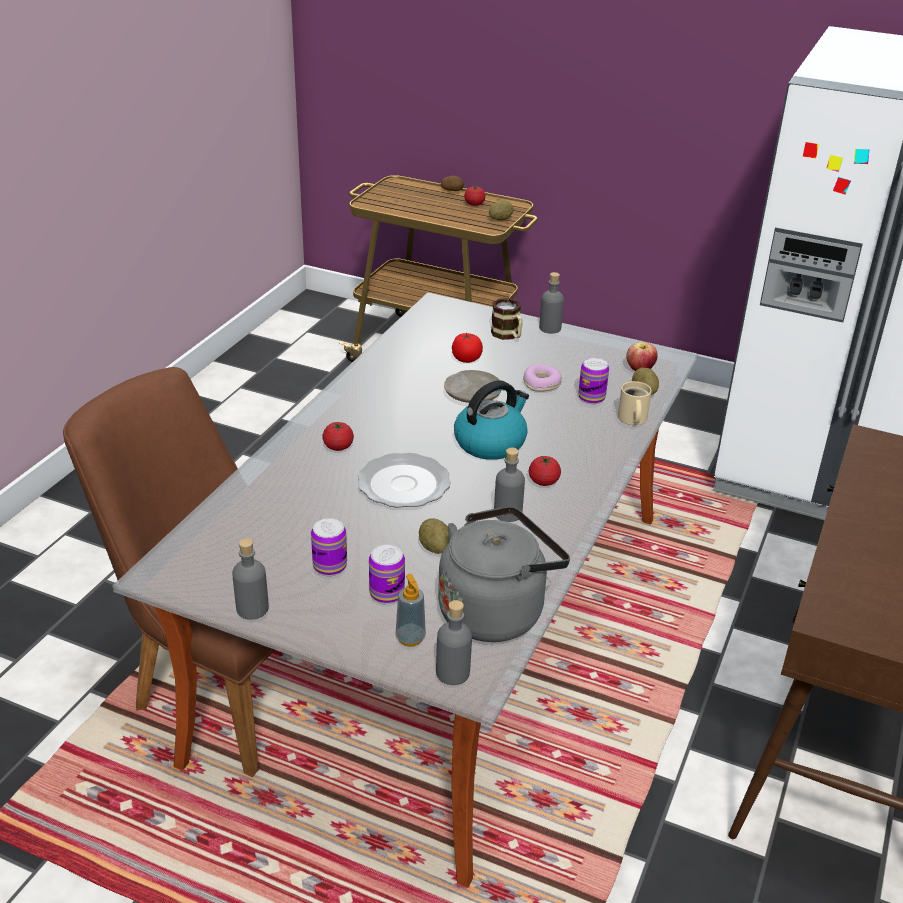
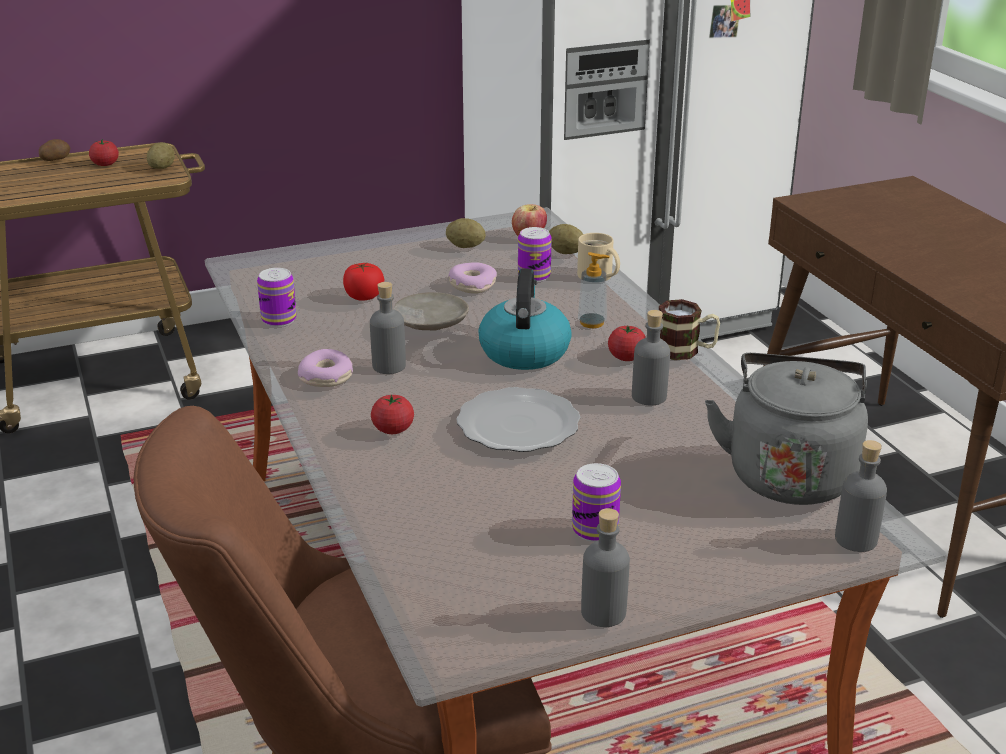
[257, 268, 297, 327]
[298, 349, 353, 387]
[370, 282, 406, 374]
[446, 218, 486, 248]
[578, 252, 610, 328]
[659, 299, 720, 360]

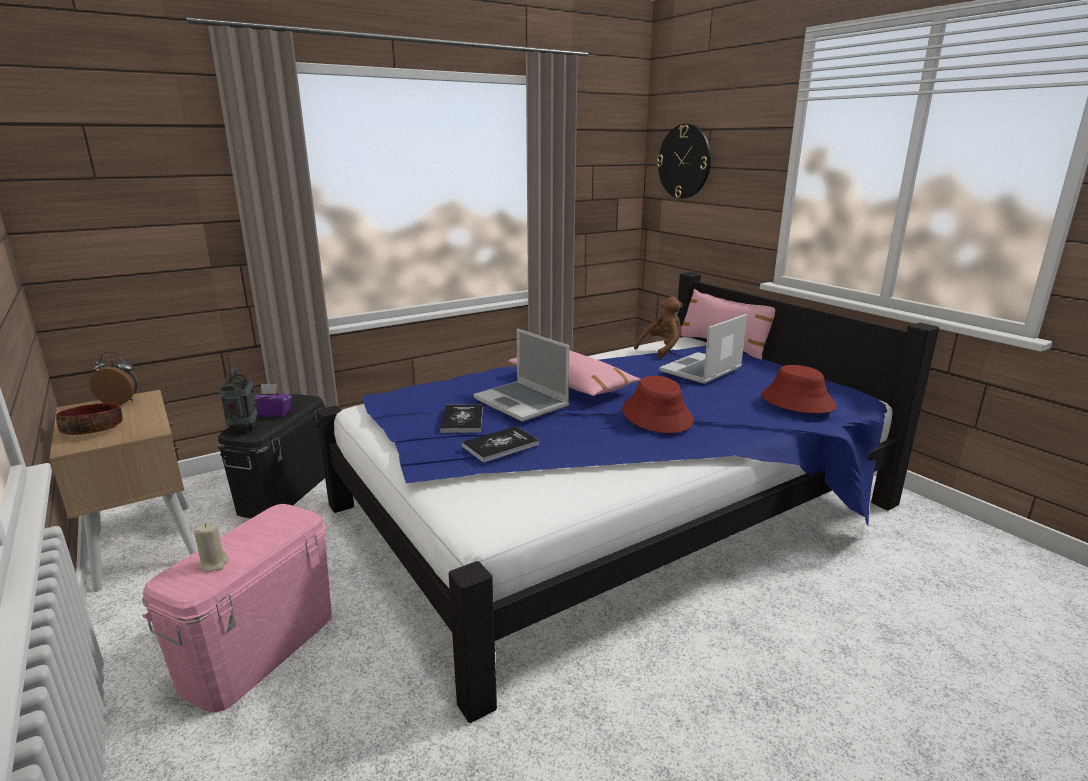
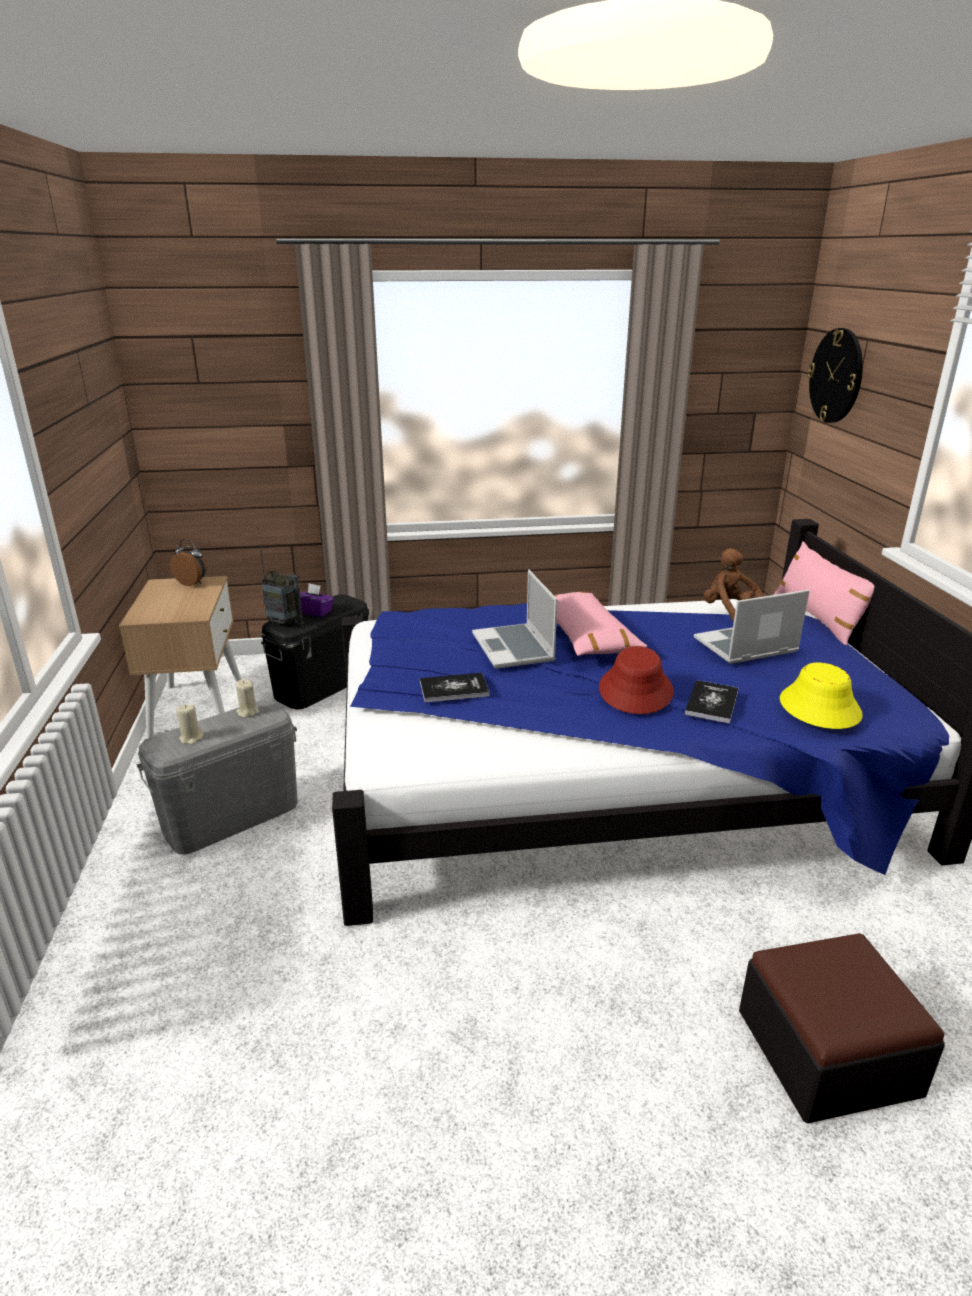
[136, 700, 298, 855]
[235, 679, 259, 718]
[260, 546, 304, 626]
[685, 680, 738, 723]
[704, 548, 764, 622]
[739, 933, 945, 1123]
[780, 662, 863, 729]
[56, 403, 123, 435] (first image)

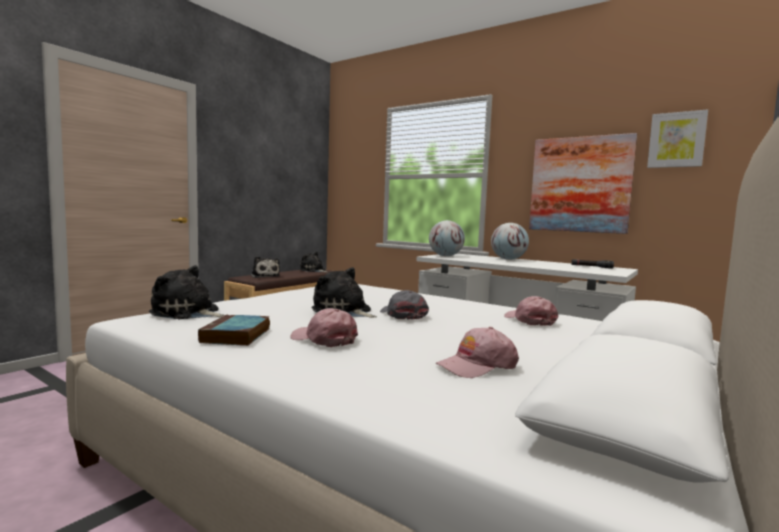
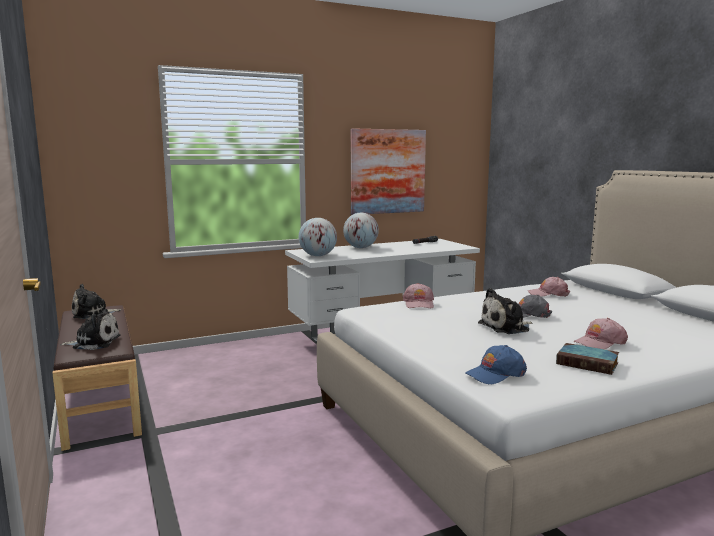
[403, 283, 434, 308]
[465, 345, 527, 384]
[647, 109, 708, 168] (first image)

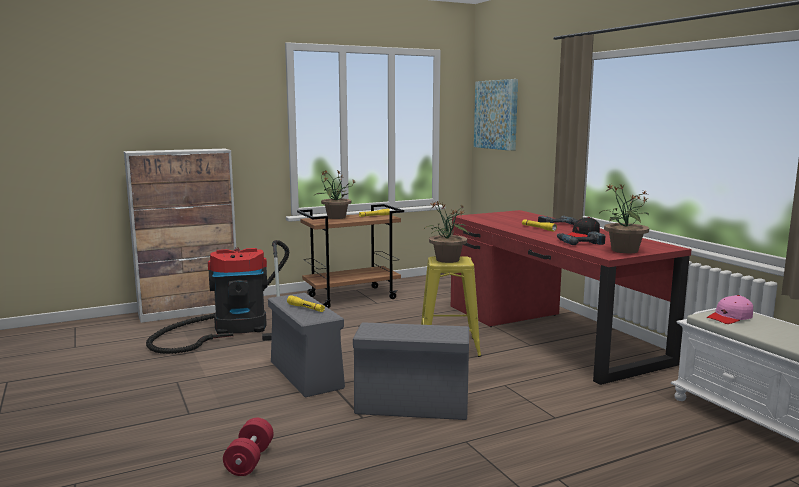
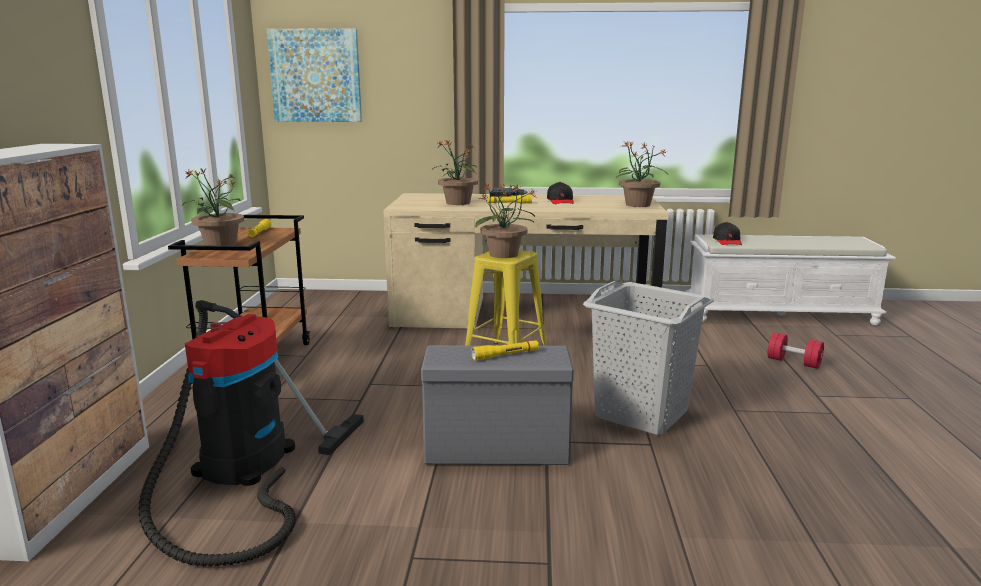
[384, 193, 669, 329]
[431, 140, 478, 205]
[583, 281, 714, 435]
[713, 222, 742, 245]
[767, 332, 824, 369]
[557, 231, 605, 245] (first image)

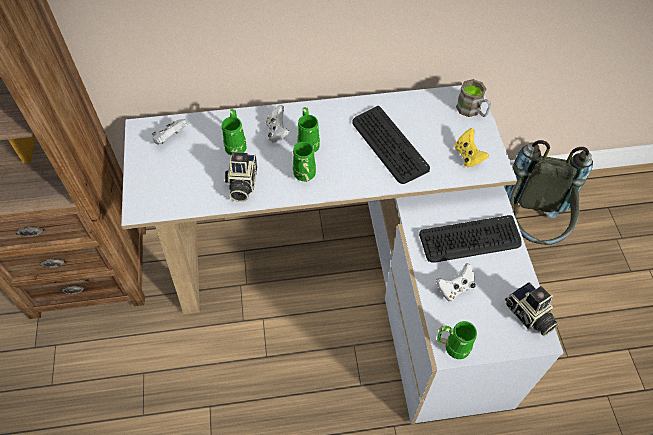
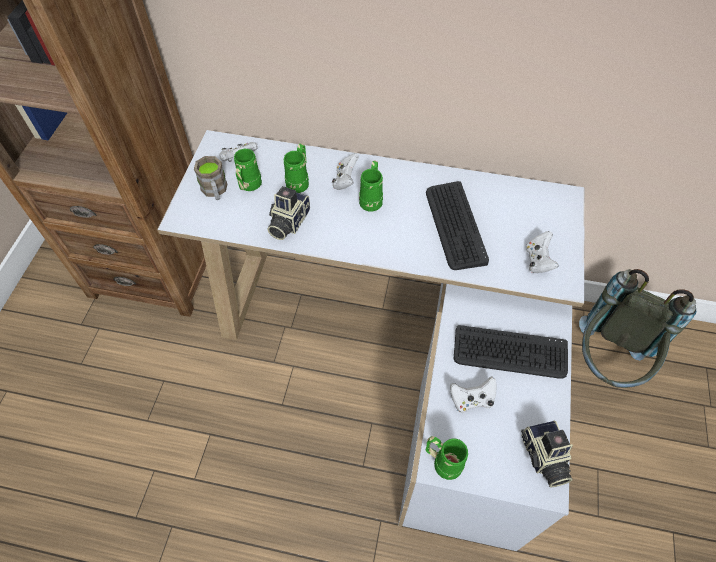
[194, 156, 228, 200]
[234, 149, 262, 191]
[526, 231, 559, 273]

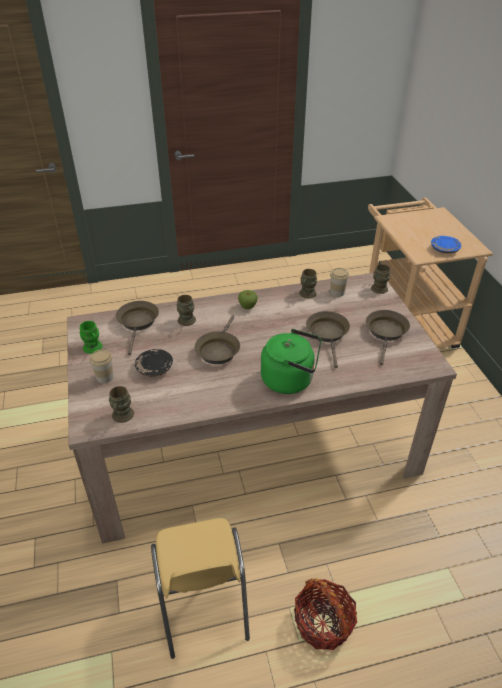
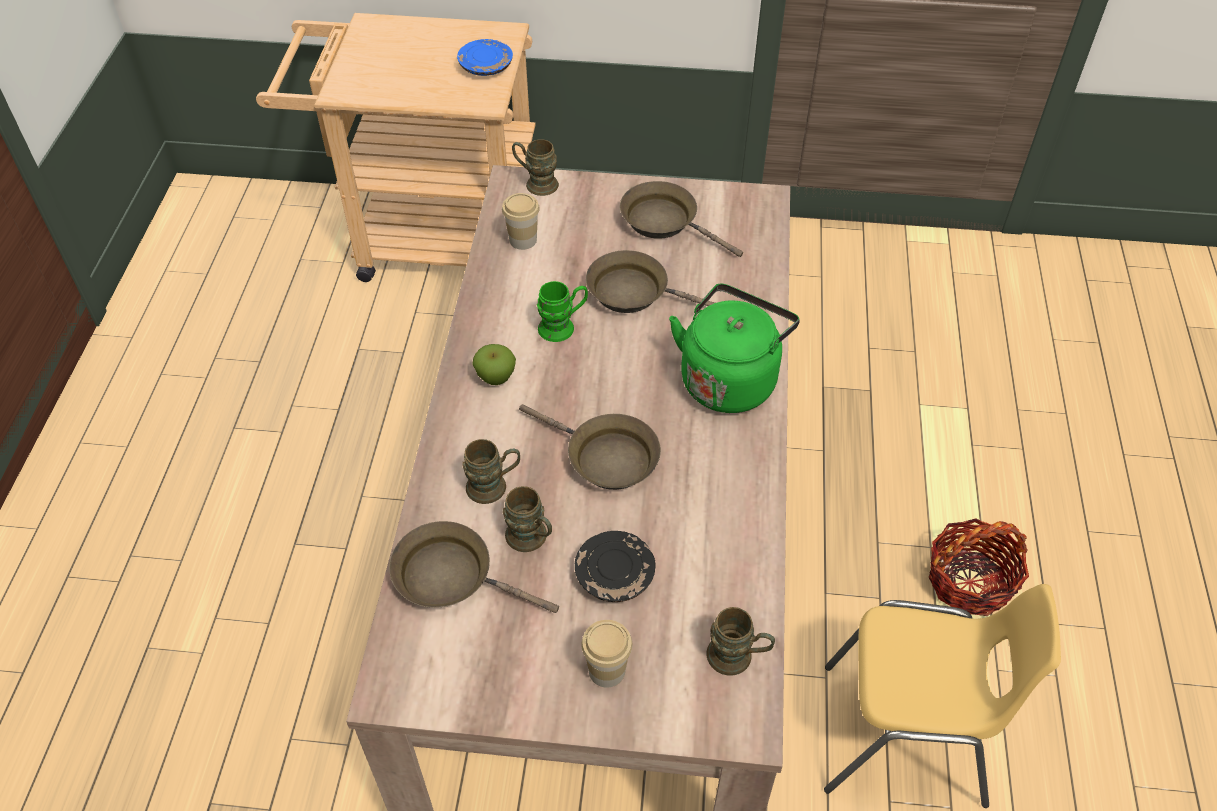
[503, 486, 552, 552]
[537, 281, 588, 342]

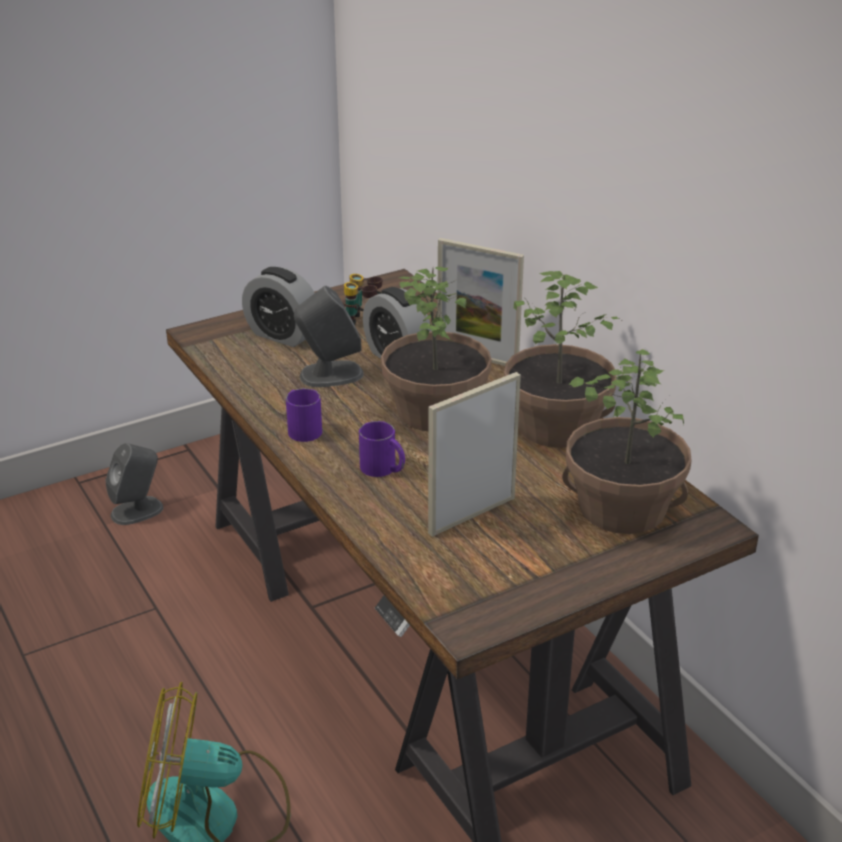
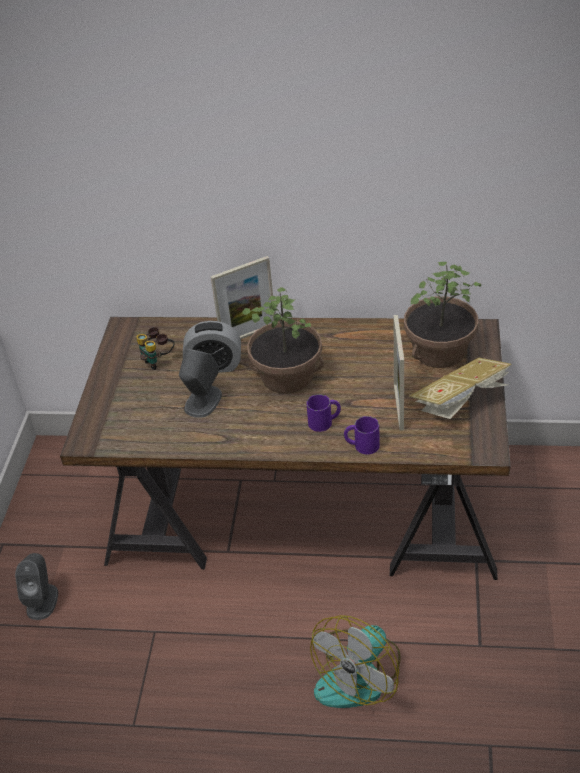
[344, 416, 380, 454]
[409, 358, 512, 419]
[242, 267, 314, 347] (first image)
[504, 271, 621, 448] (first image)

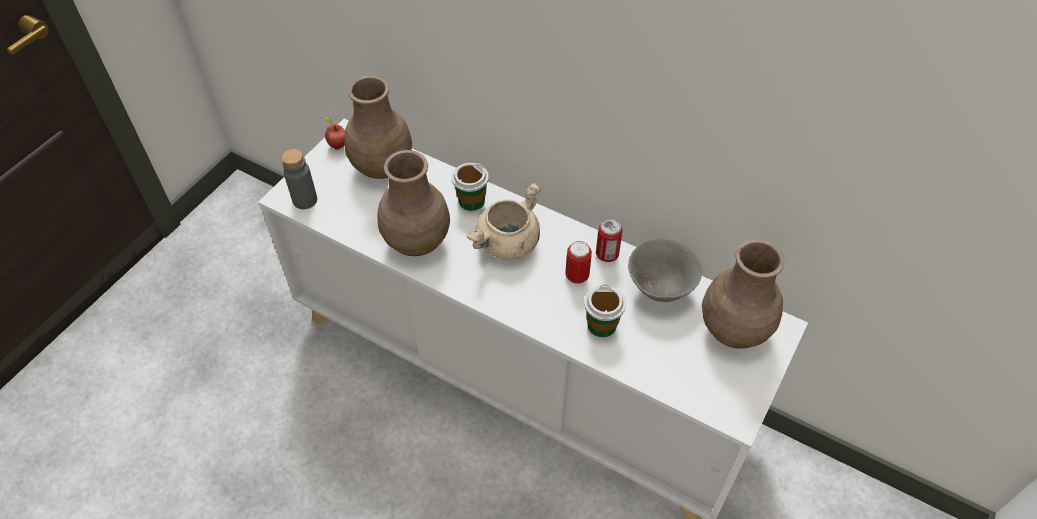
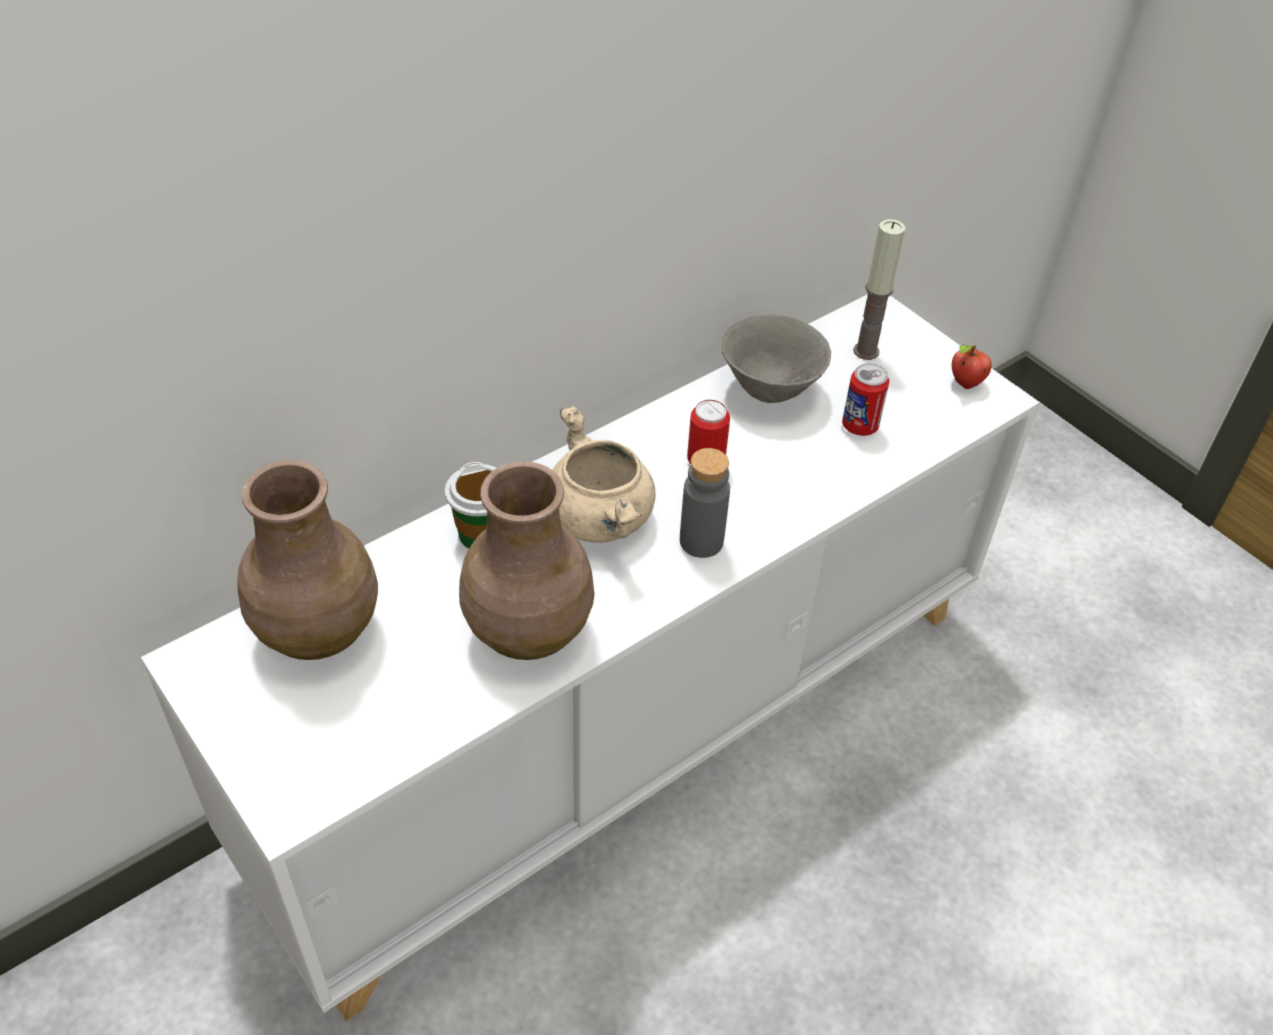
[680, 448, 730, 558]
[842, 363, 889, 436]
[853, 219, 905, 360]
[952, 345, 992, 389]
[584, 284, 626, 337] (first image)

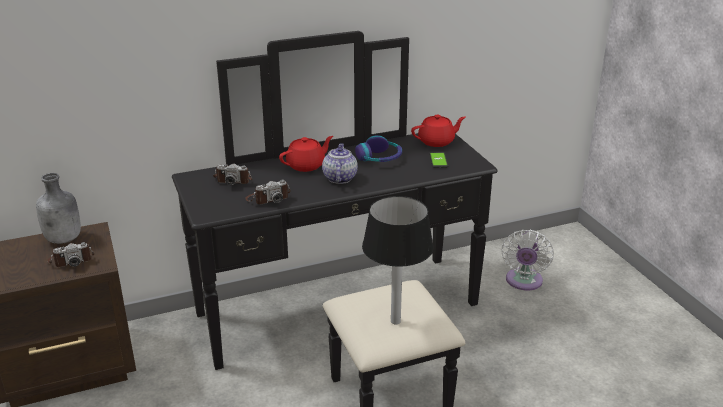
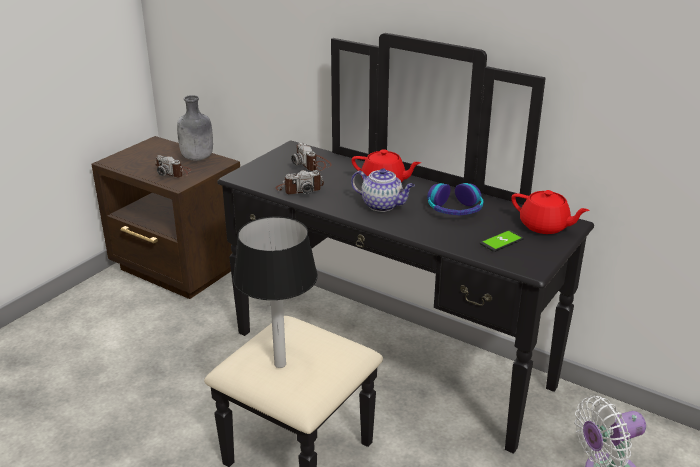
[275, 170, 324, 194]
[351, 168, 415, 212]

